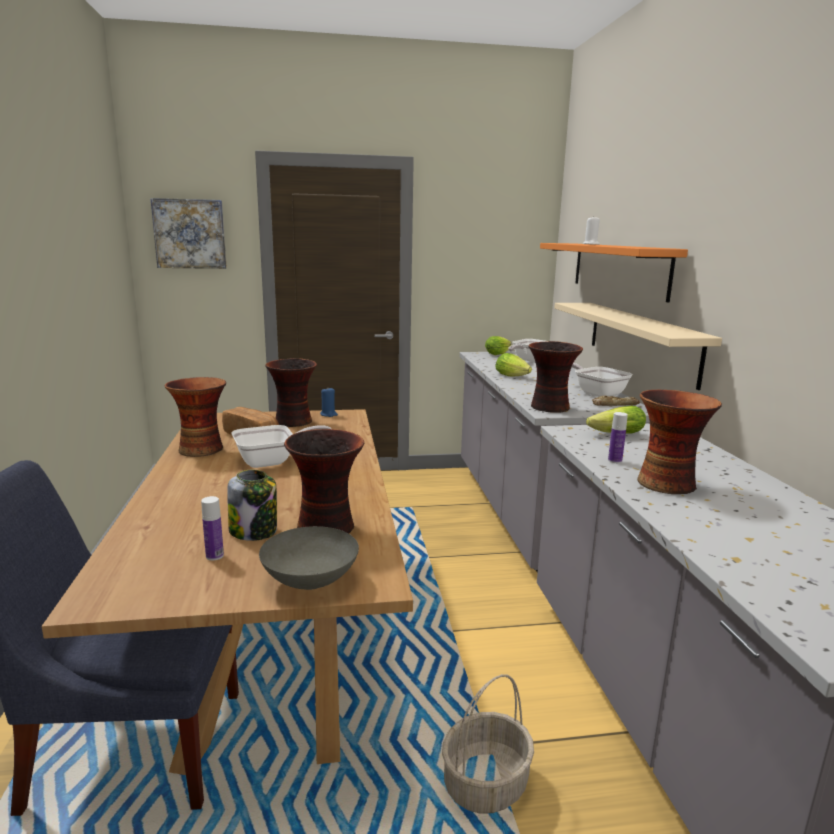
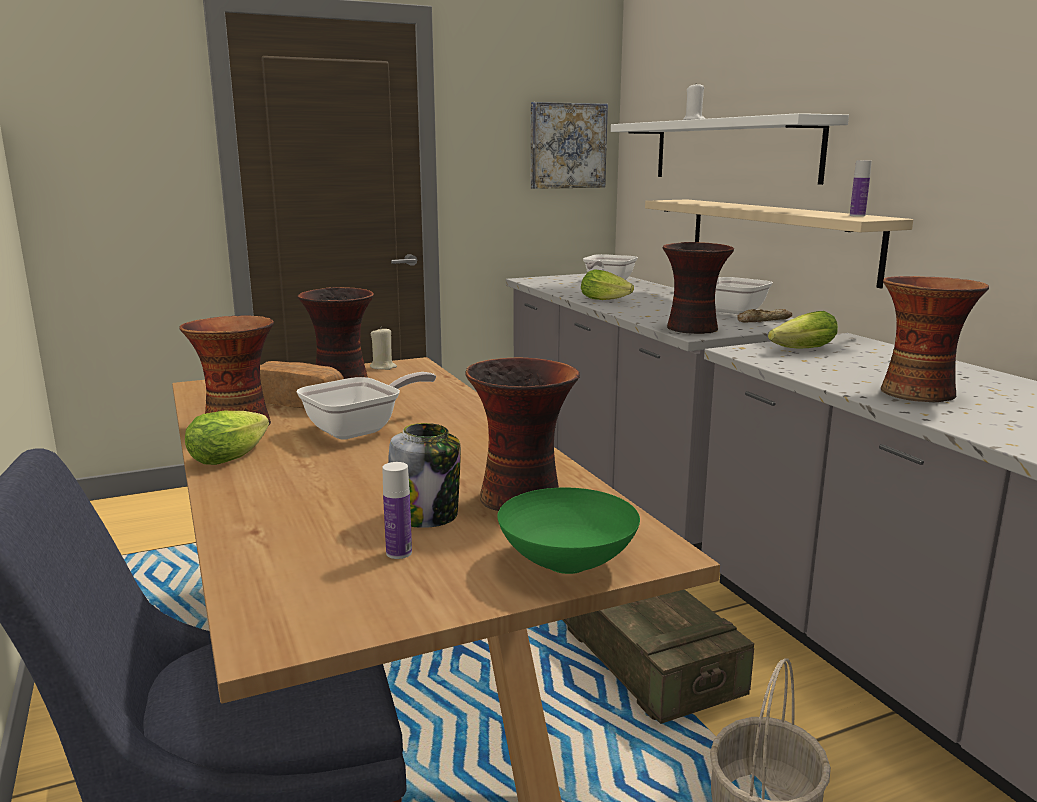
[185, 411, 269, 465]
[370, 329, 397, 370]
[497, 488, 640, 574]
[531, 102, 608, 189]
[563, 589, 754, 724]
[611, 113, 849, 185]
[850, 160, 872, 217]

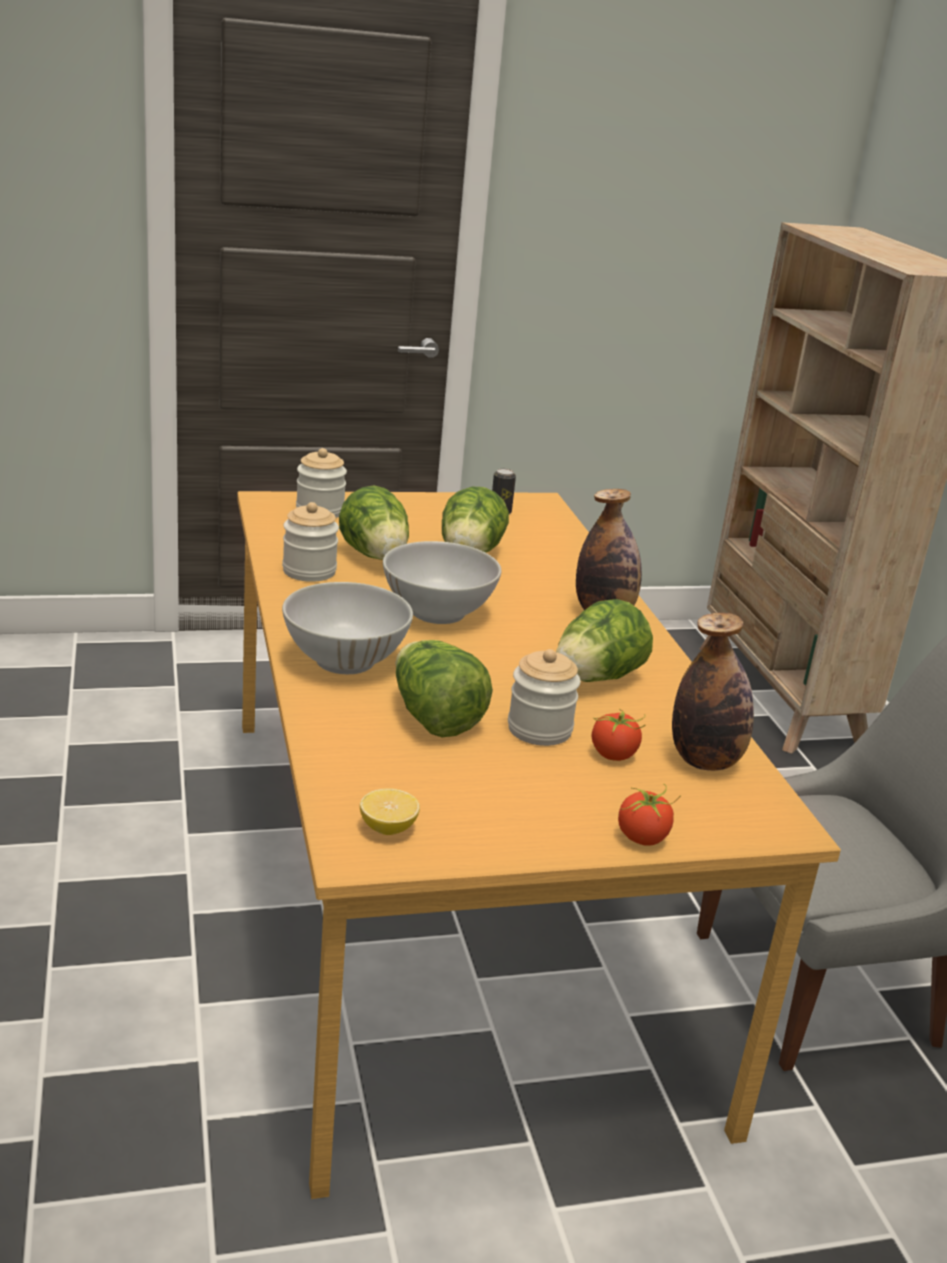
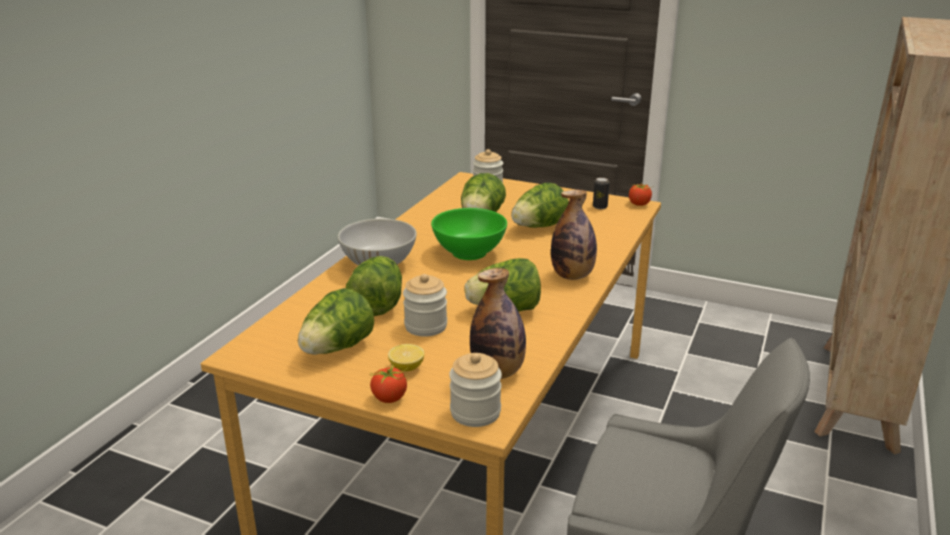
[298, 288, 374, 355]
[388, 344, 424, 371]
[431, 208, 507, 260]
[449, 353, 502, 427]
[629, 184, 654, 206]

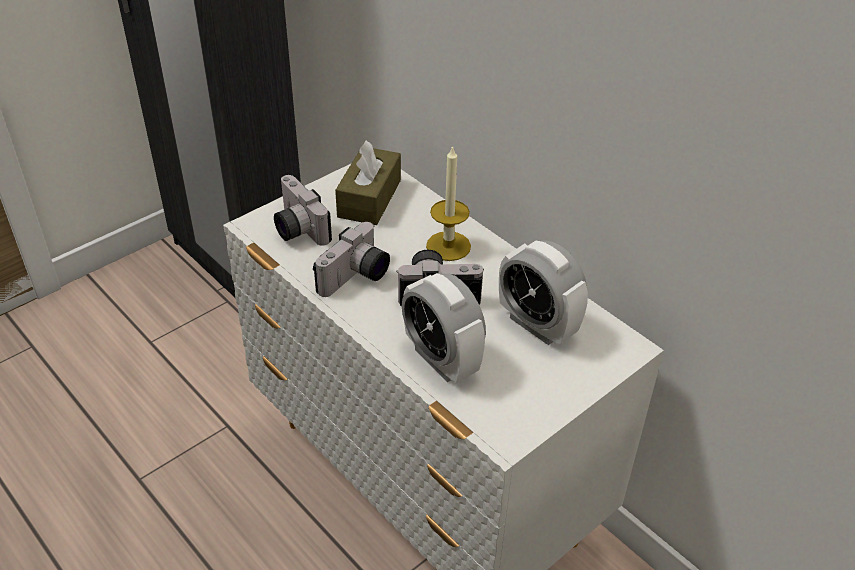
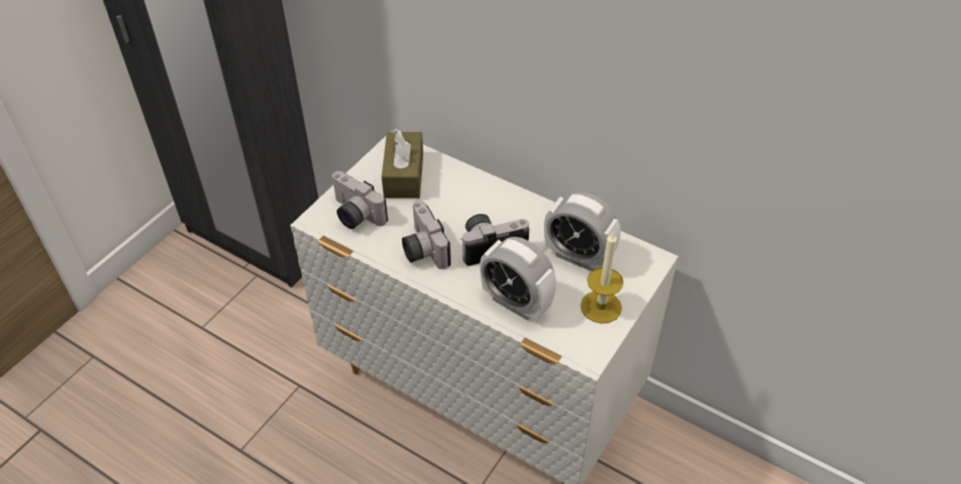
[402, 200, 451, 269]
[581, 232, 624, 324]

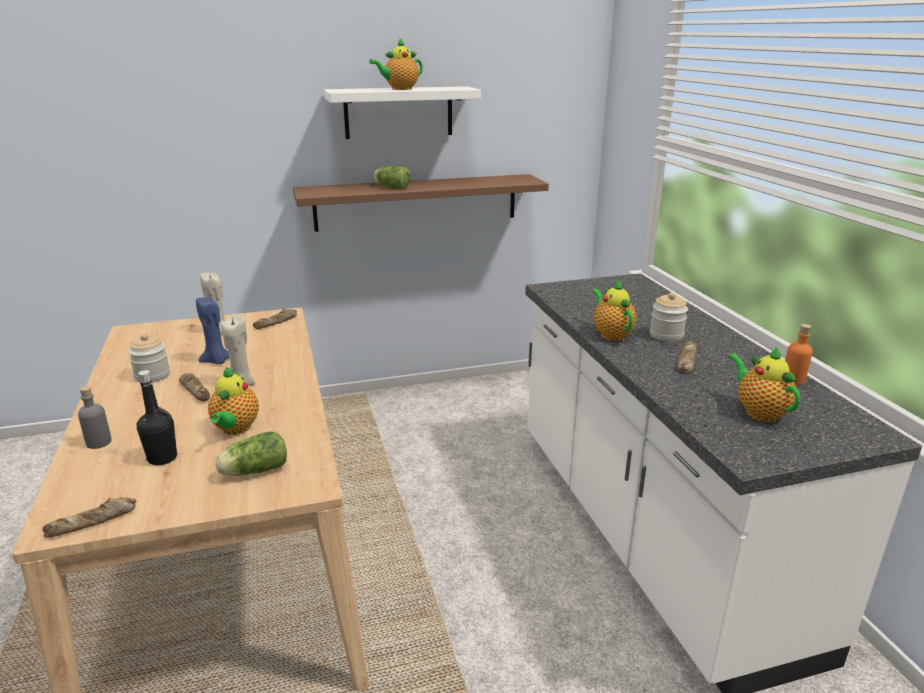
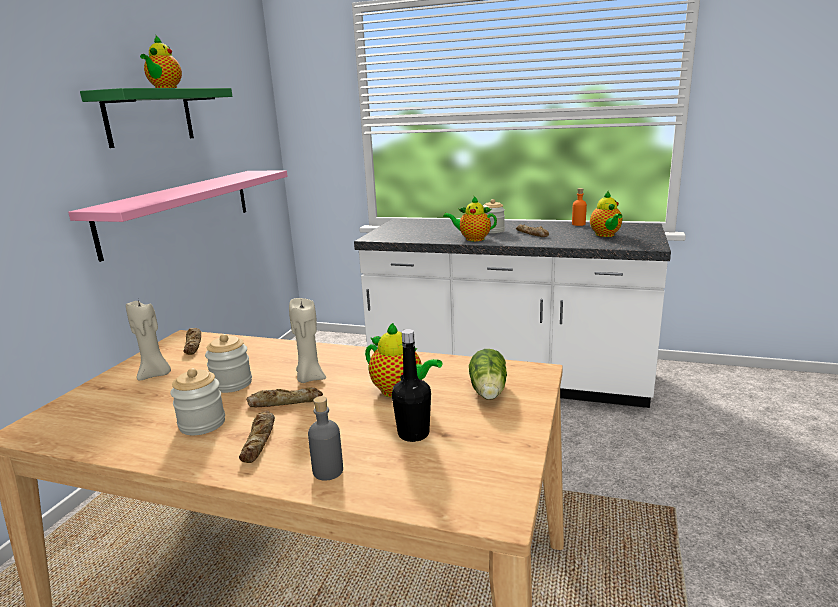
[68, 170, 288, 262]
[80, 88, 232, 148]
[205, 334, 252, 393]
[239, 411, 275, 463]
[590, 191, 622, 237]
[373, 166, 411, 189] (first image)

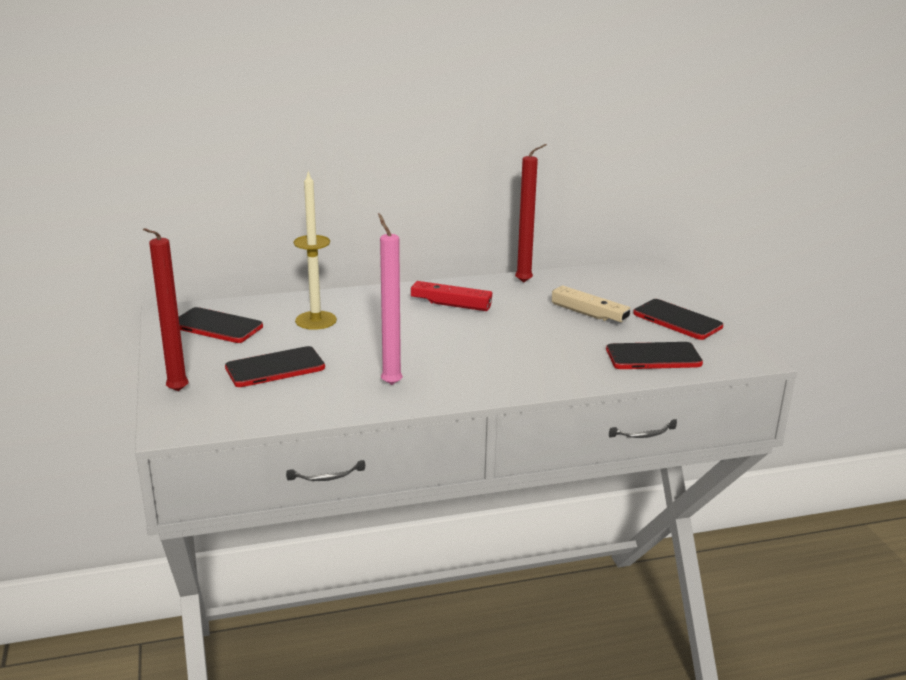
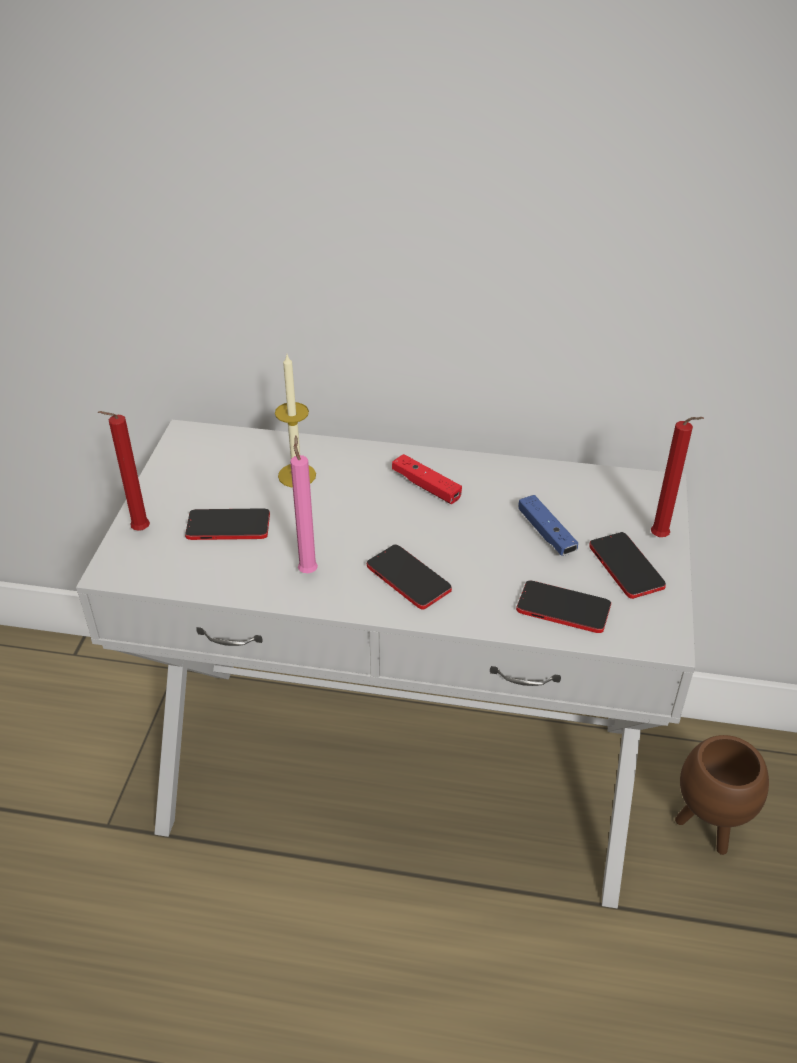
[367, 544, 452, 610]
[518, 495, 578, 556]
[651, 417, 704, 537]
[675, 735, 769, 855]

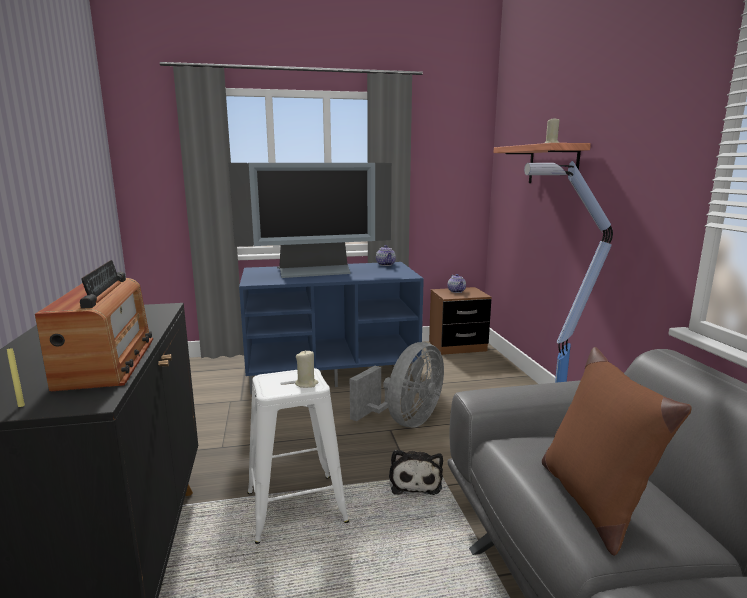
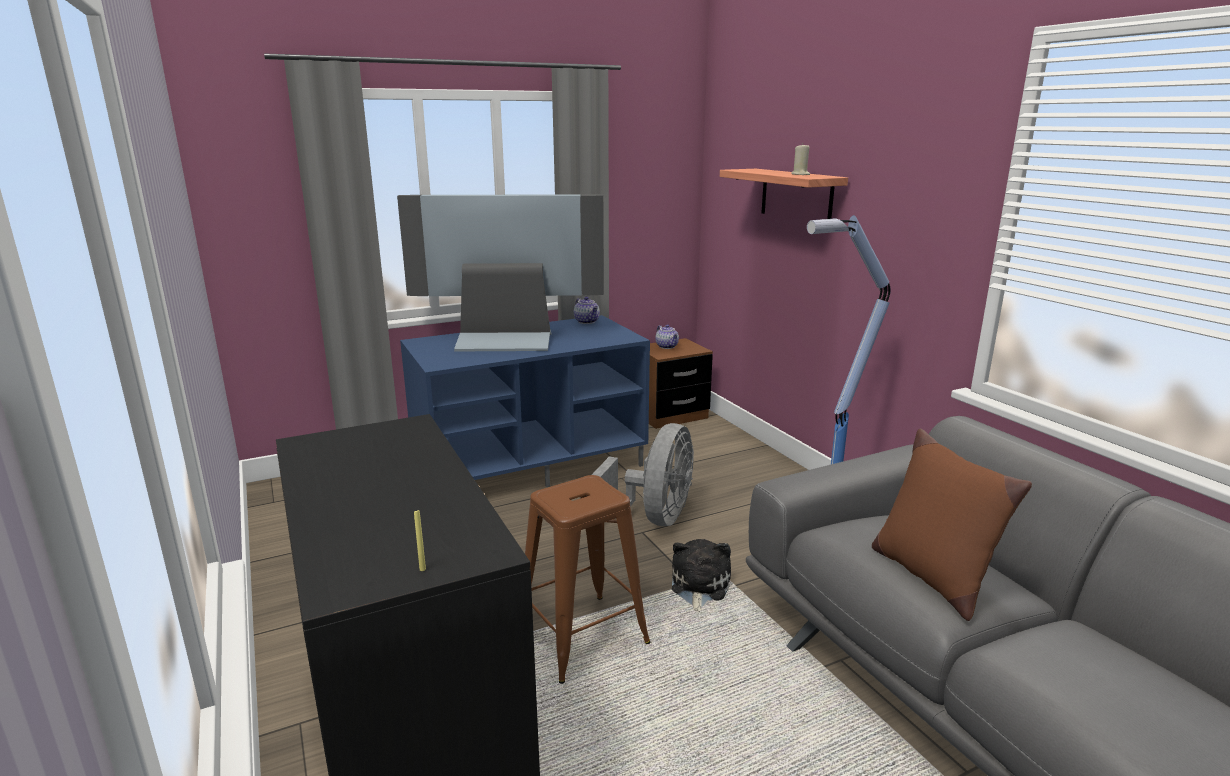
[397, 194, 604, 352]
[525, 475, 651, 684]
[672, 539, 731, 613]
[35, 260, 153, 391] (first image)
[295, 350, 319, 388] (first image)

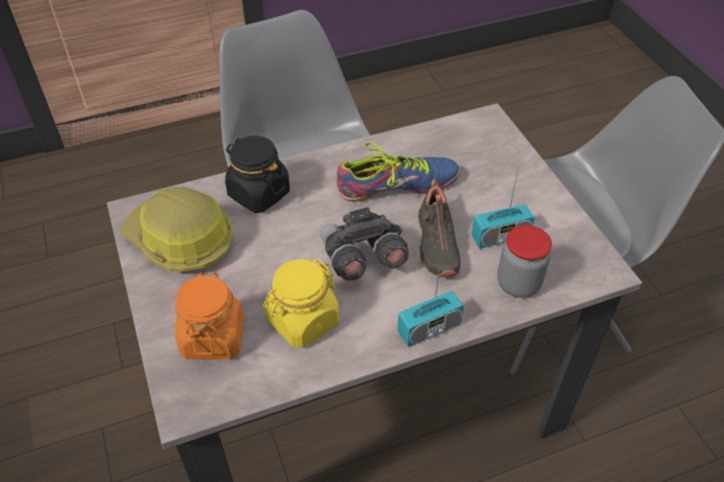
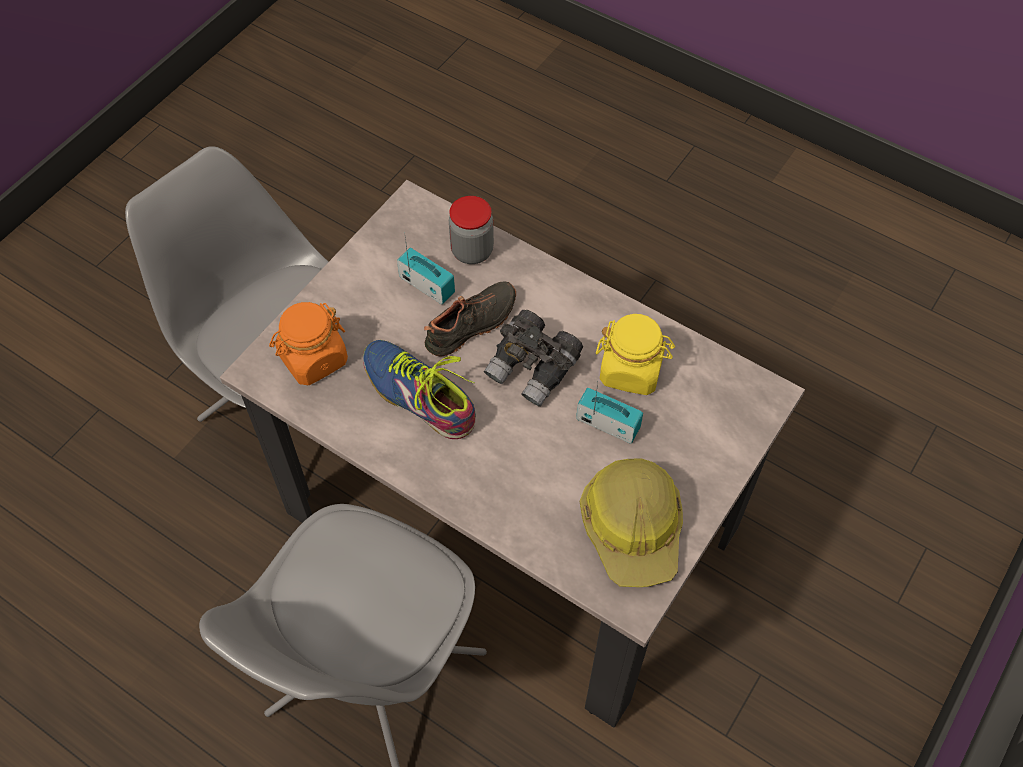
[269, 302, 348, 385]
[576, 383, 643, 443]
[225, 136, 290, 213] (first image)

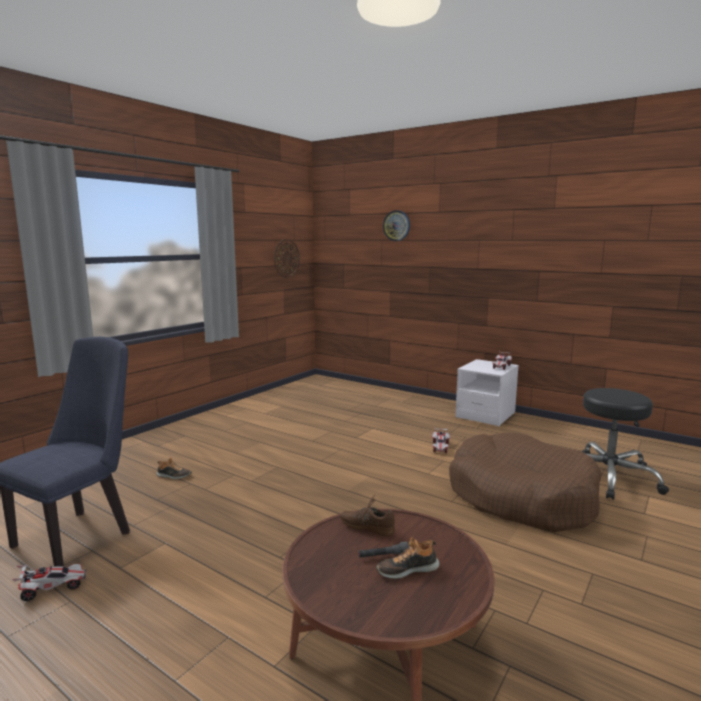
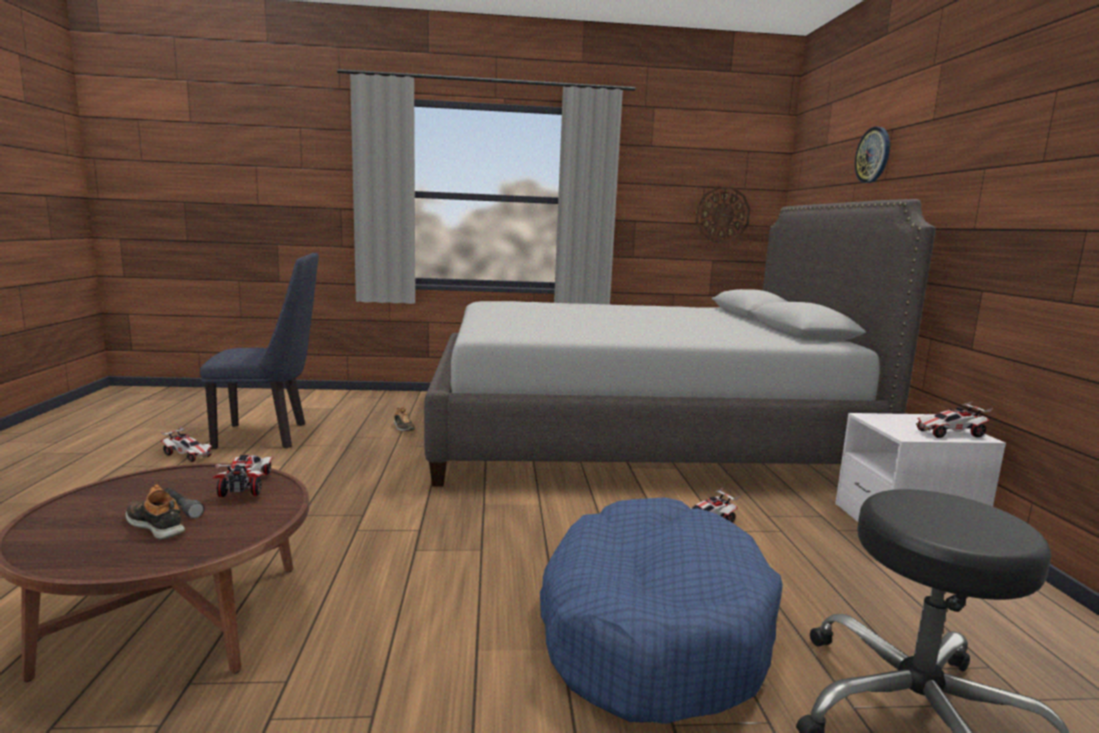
[213, 455, 273, 497]
[424, 199, 936, 486]
[540, 497, 783, 724]

